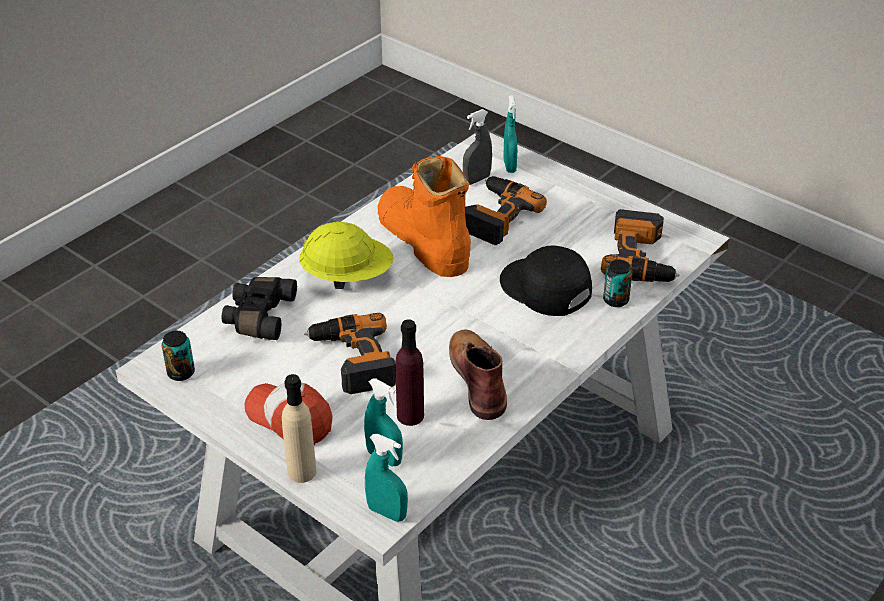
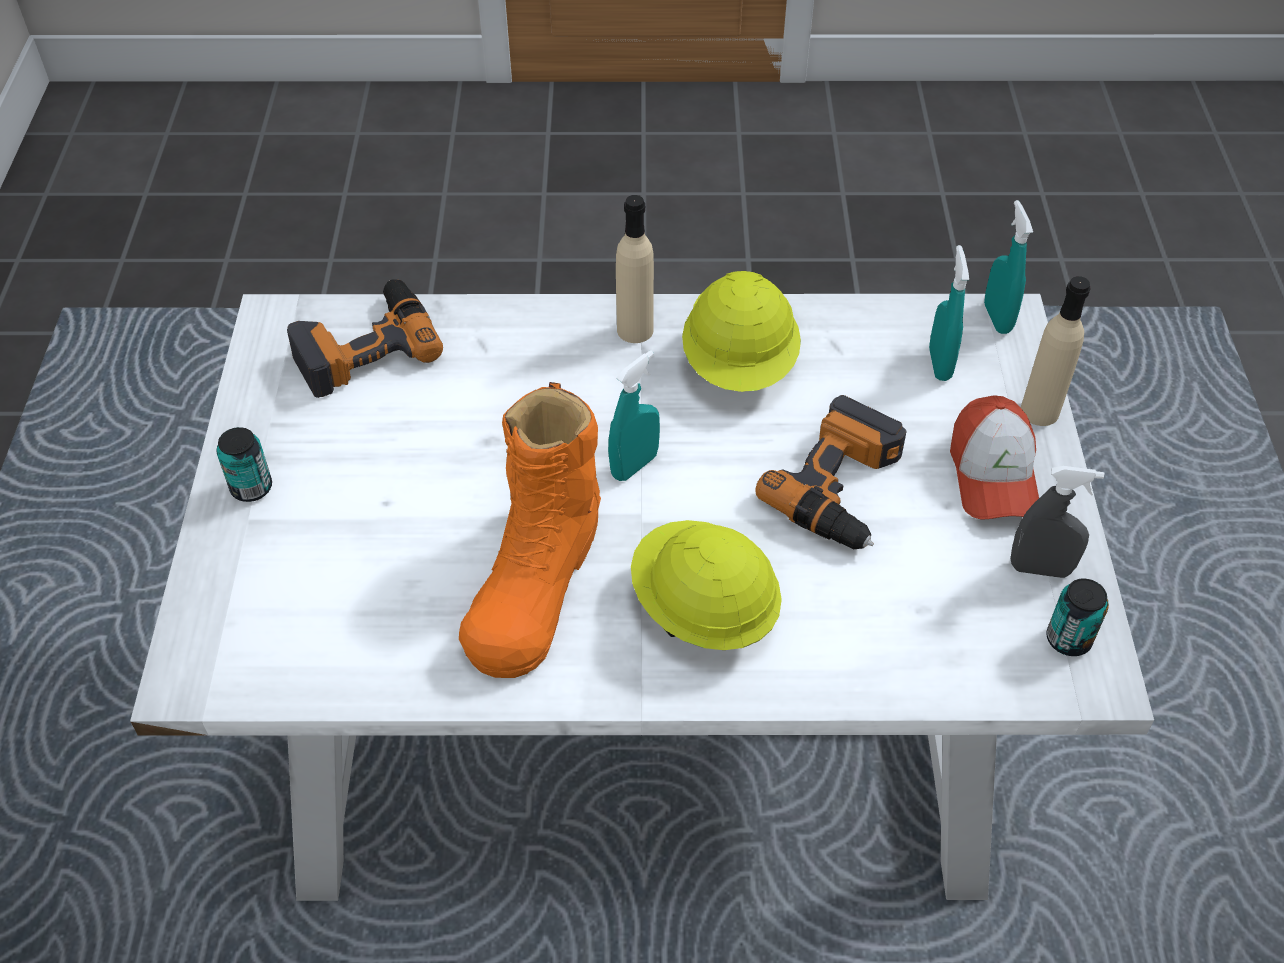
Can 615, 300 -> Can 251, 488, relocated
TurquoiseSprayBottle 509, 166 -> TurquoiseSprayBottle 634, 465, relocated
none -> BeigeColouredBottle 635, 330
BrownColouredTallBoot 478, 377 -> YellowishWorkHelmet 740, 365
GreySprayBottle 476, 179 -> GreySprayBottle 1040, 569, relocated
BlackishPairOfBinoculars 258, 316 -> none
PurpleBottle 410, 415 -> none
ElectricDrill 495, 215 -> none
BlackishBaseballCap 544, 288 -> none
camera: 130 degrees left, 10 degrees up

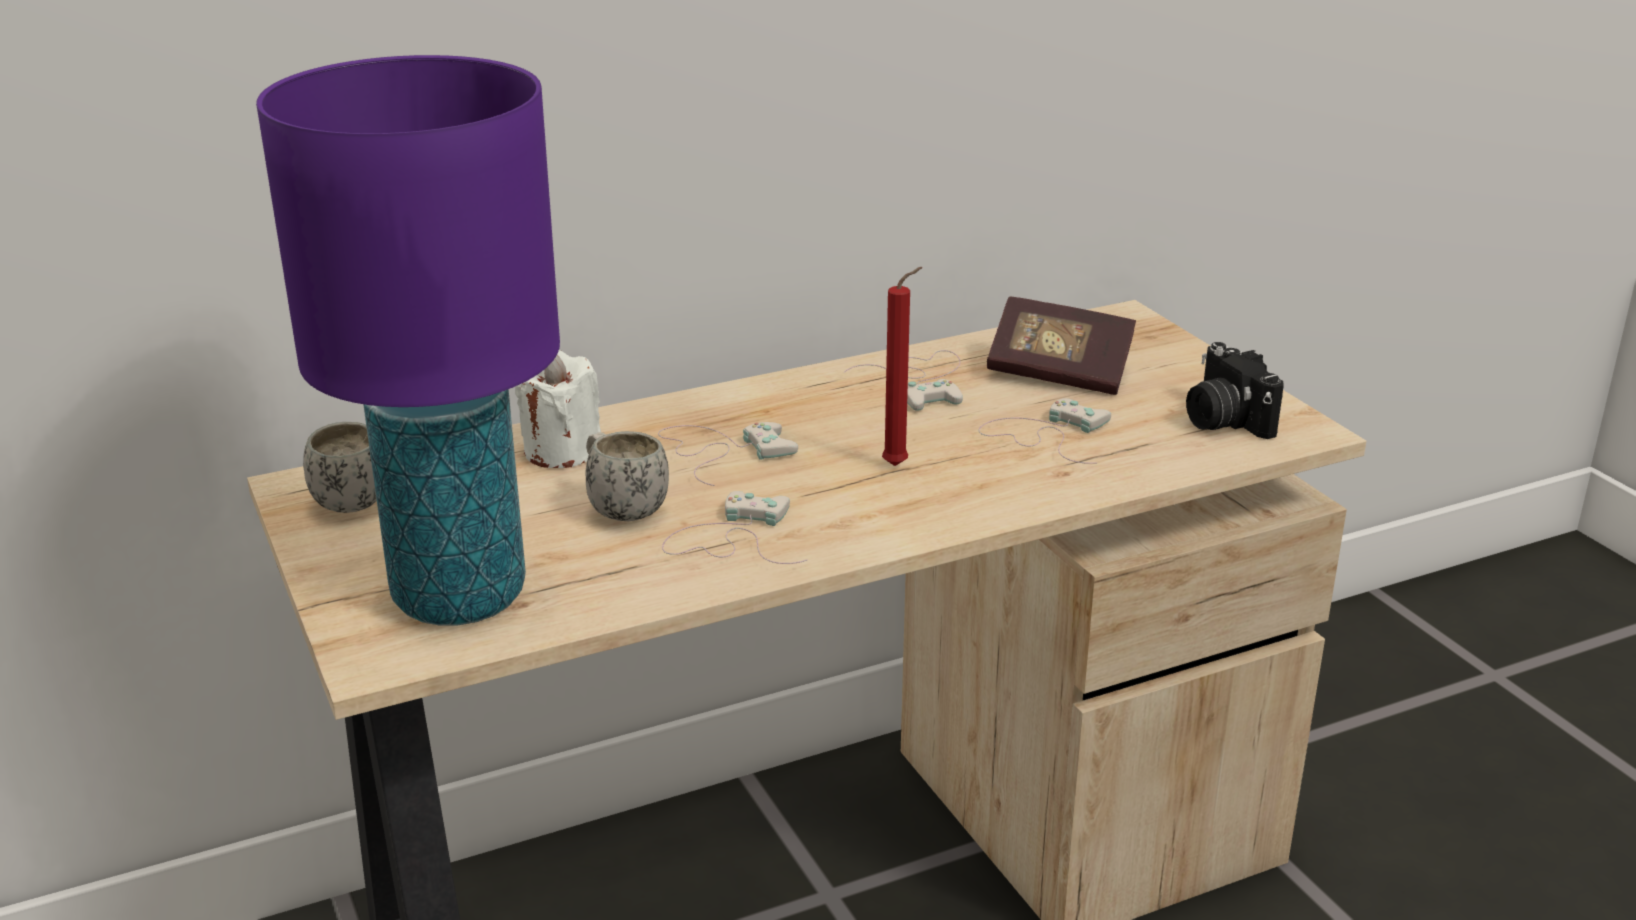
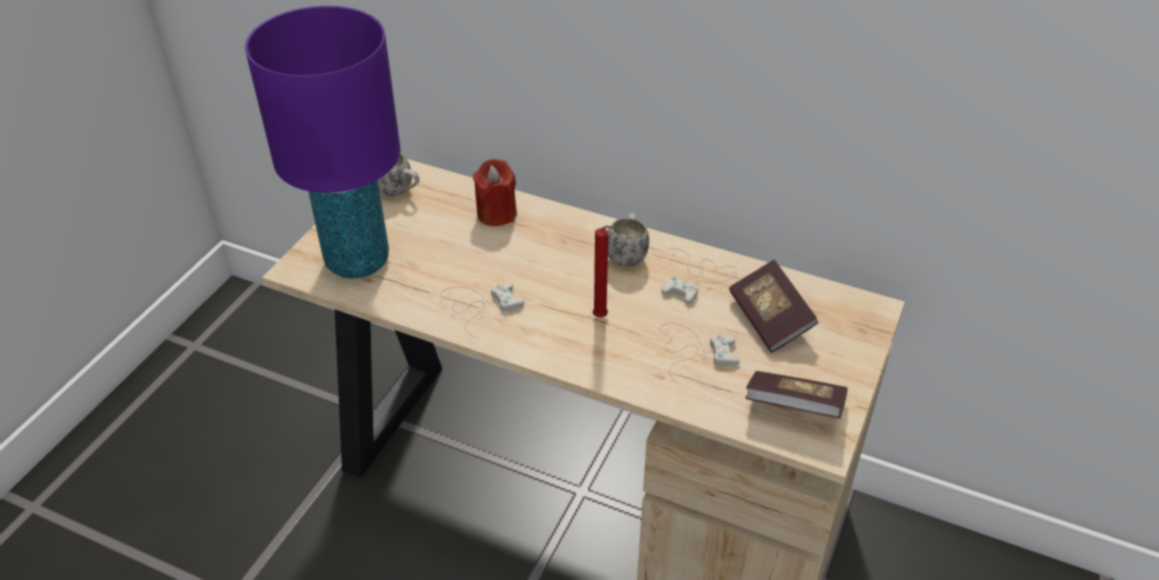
WhitishWaxCandle 561, 451 -> RedWaxCandle 496, 213
WhitishMug 621, 508 -> WhitishMug 627, 254, relocated
StillCamera 1223, 420 -> BoundBook 793, 407
WhitishGamepad 721, 451 -> none
camera: 50 degrees right, 15 degrees up

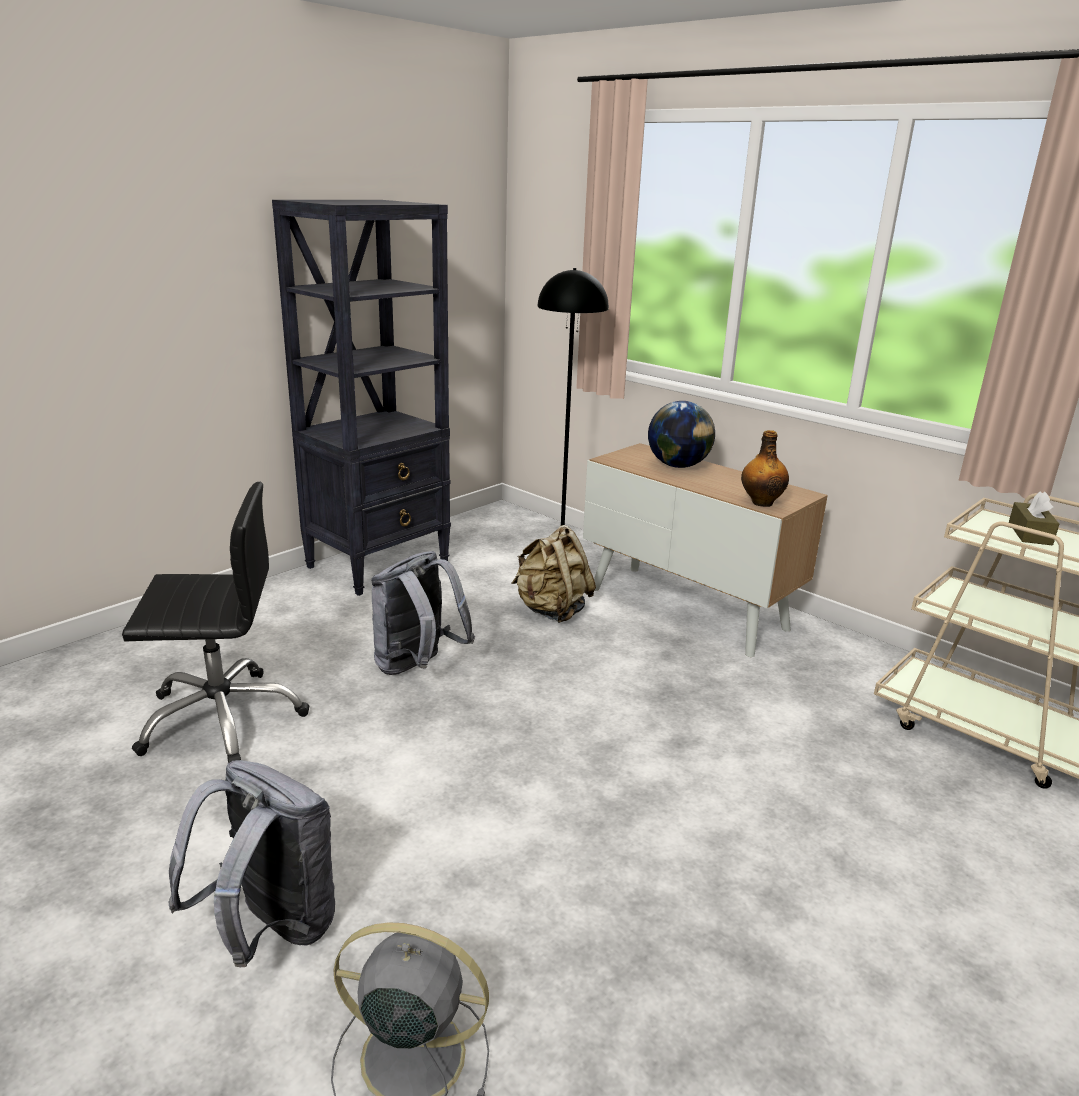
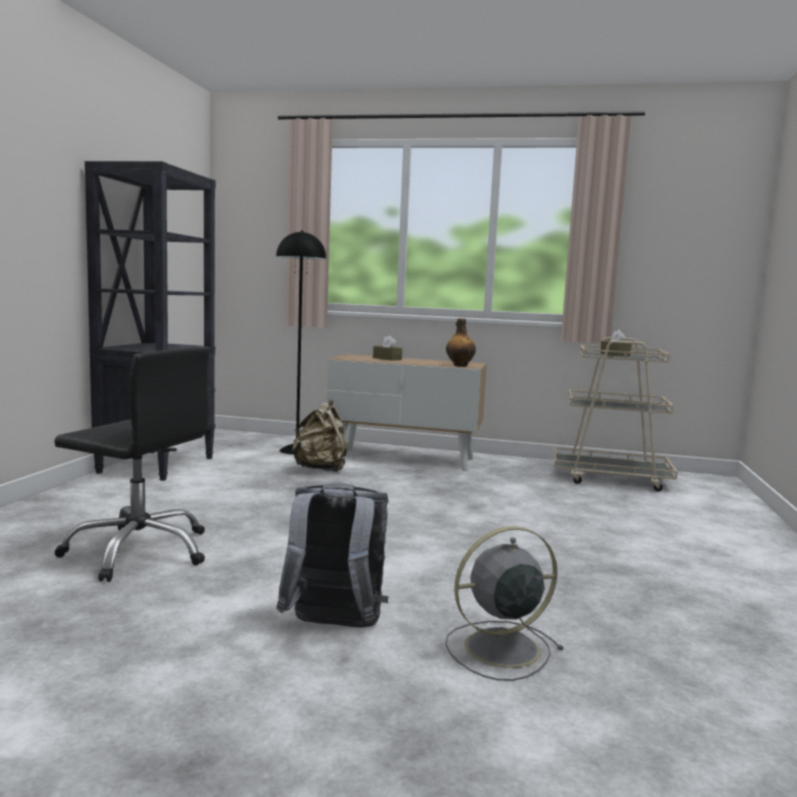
BlackishDeskChair 222, 718 -> BlackishDeskChair 139, 551, 60 degrees clockwise
WorldGlobe 677, 466 -> BrownColouredTissueBox 387, 358
GreyRucksack 417, 667 -> none
camera: 30 degrees left, 15 degrees down

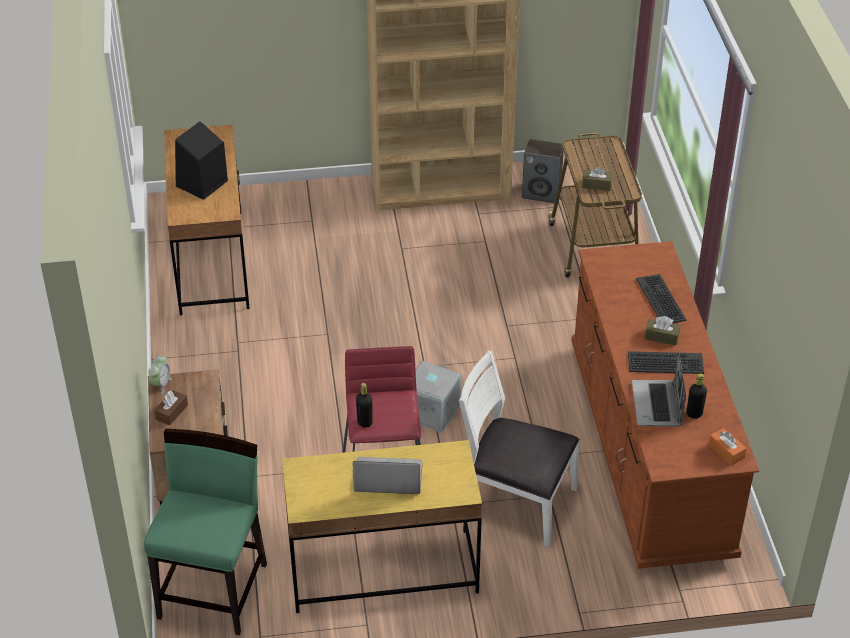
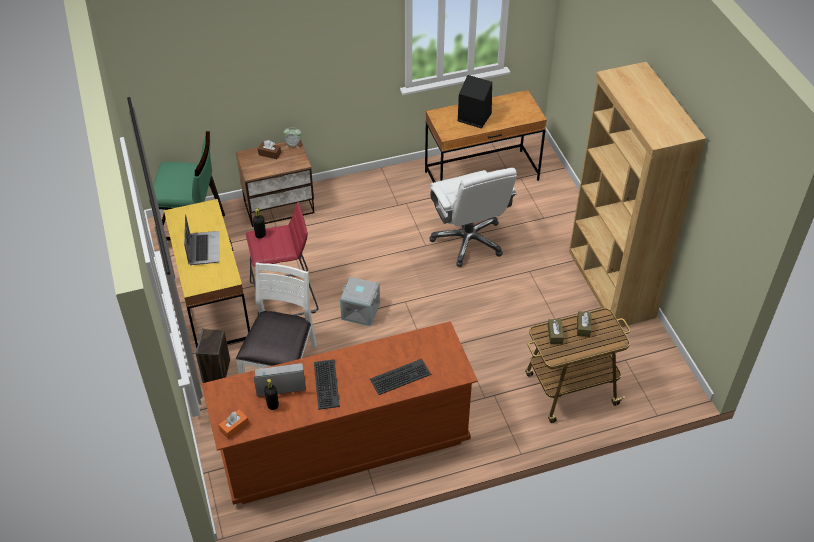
Speaker 542, 193 -> Speaker 216, 371, relocated
none -> WhitishDeskChair 468, 240
BrownColouredTissueBox 661, 337 -> BrownColouredTissueBox 583, 327, relocated
camera: 80 degrees right, 5 degrees up

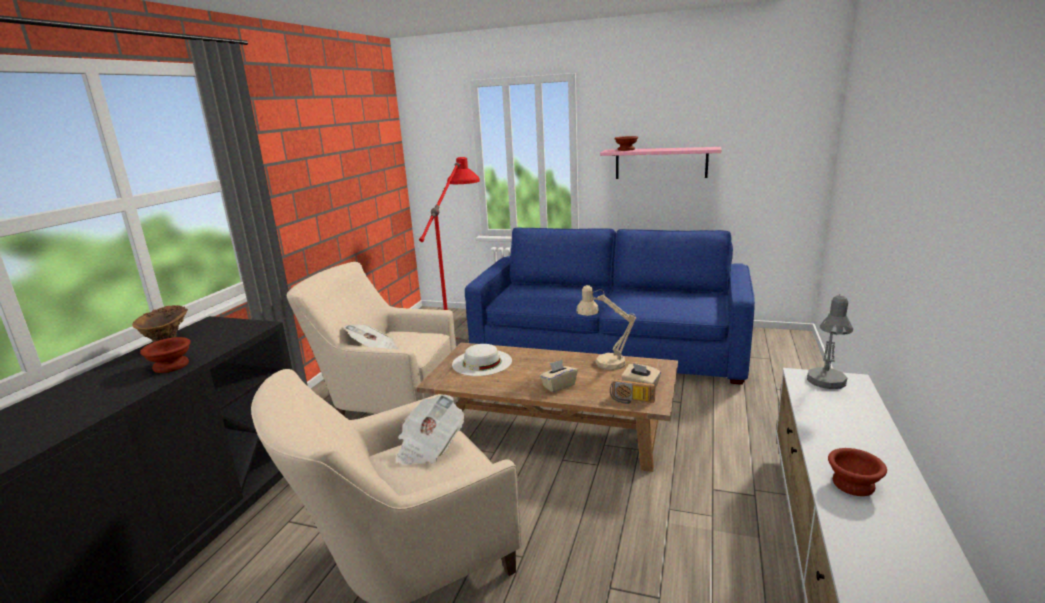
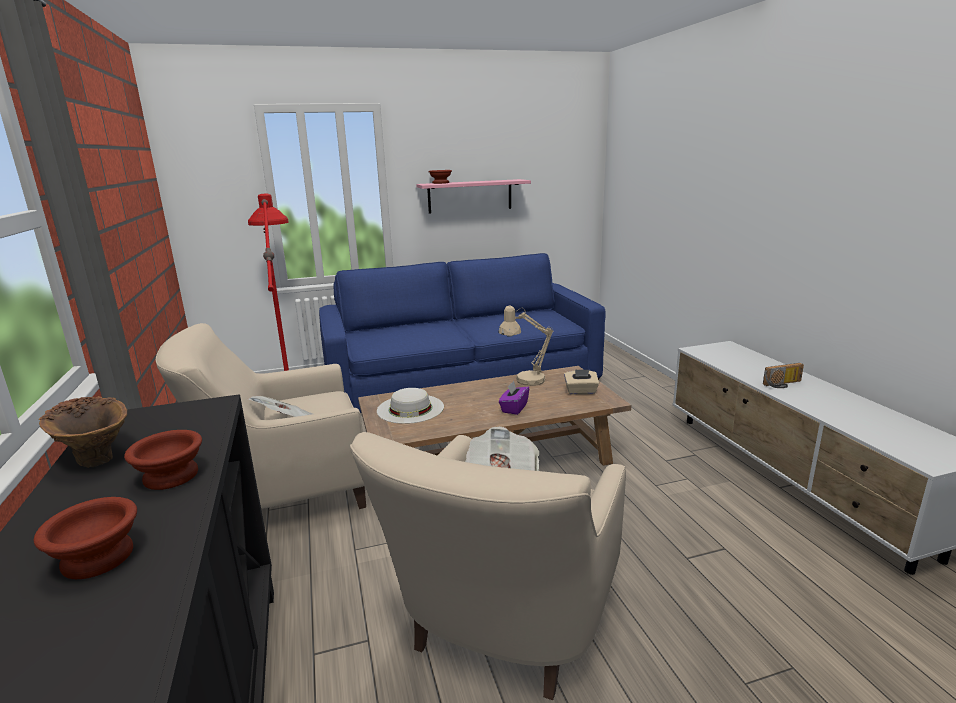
BrownColouredDeepDish 853, 483 -> BrownColouredDeepDish 99, 556, relocated
BeigeColouredTissueBox 558, 386 -> PurpleTissueBox 514, 408
RadioSet 631, 400 -> RadioSet 783, 384, relocated
GreyTabletopLamp 826, 384 -> none
camera: 35 degrees left, 0 degrees up

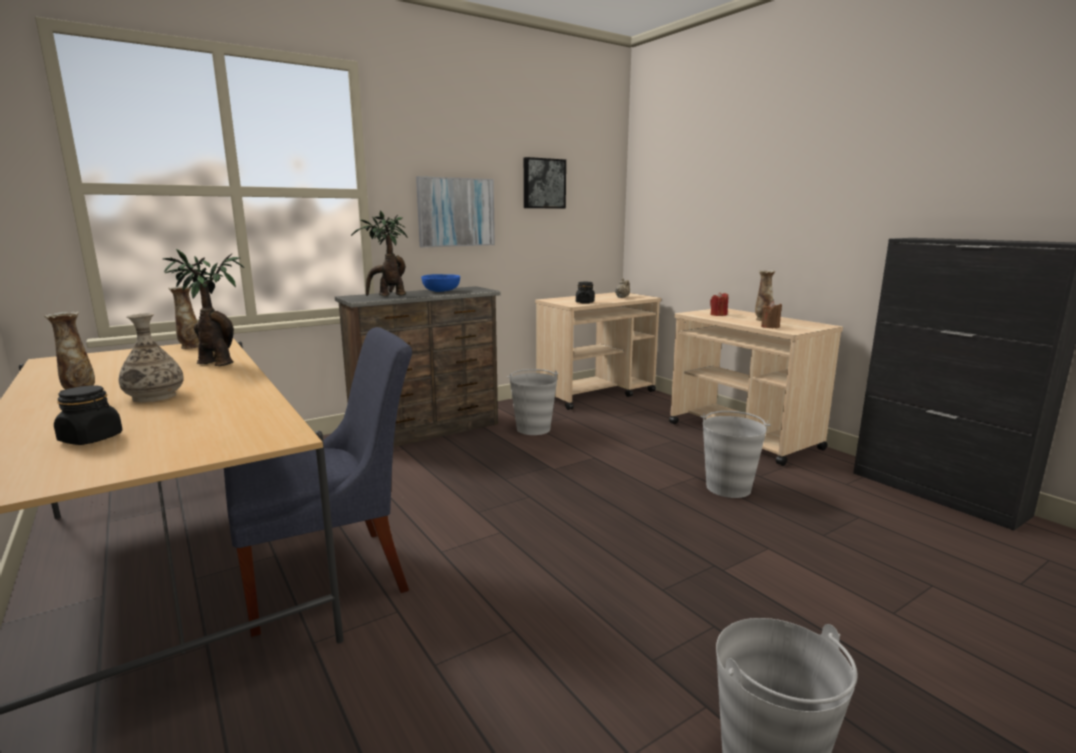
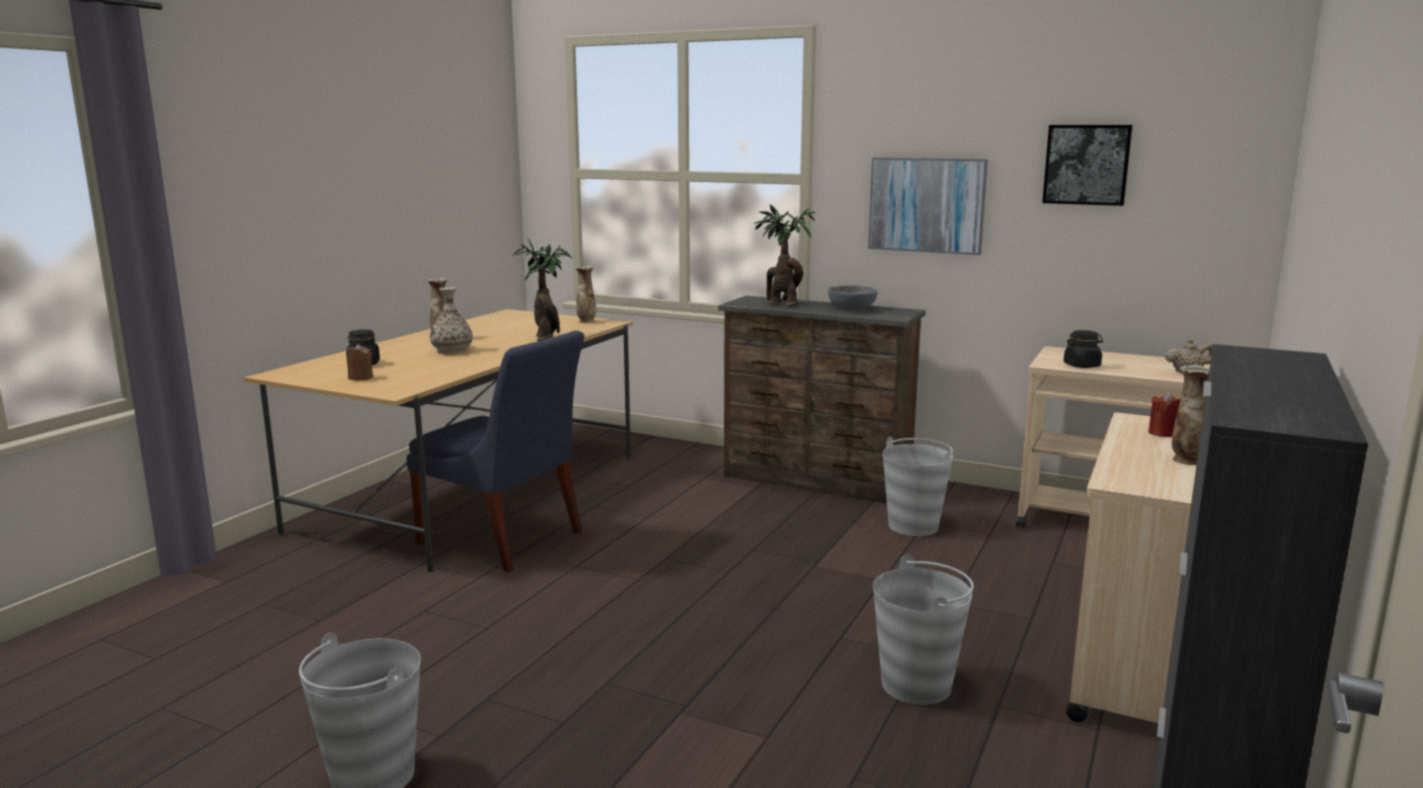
BrownColouredWaxCandle 770, 327 -> BrownColouredWaxCandle 360, 377, relocated
BluishDeepDish 441, 291 -> GreyDeepDish 851, 309
camera: 60 degrees right, 0 degrees up

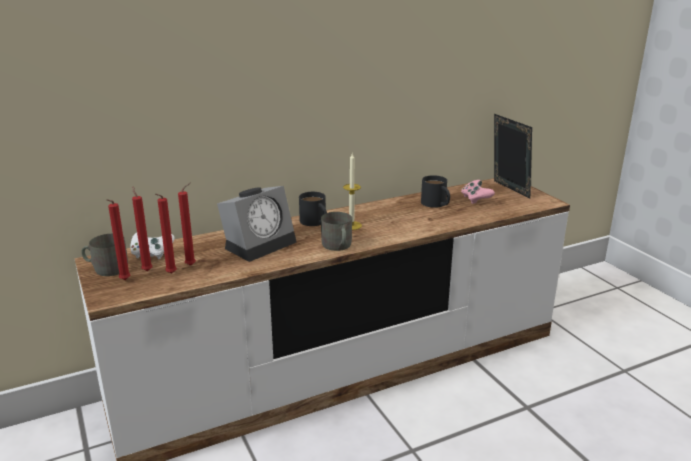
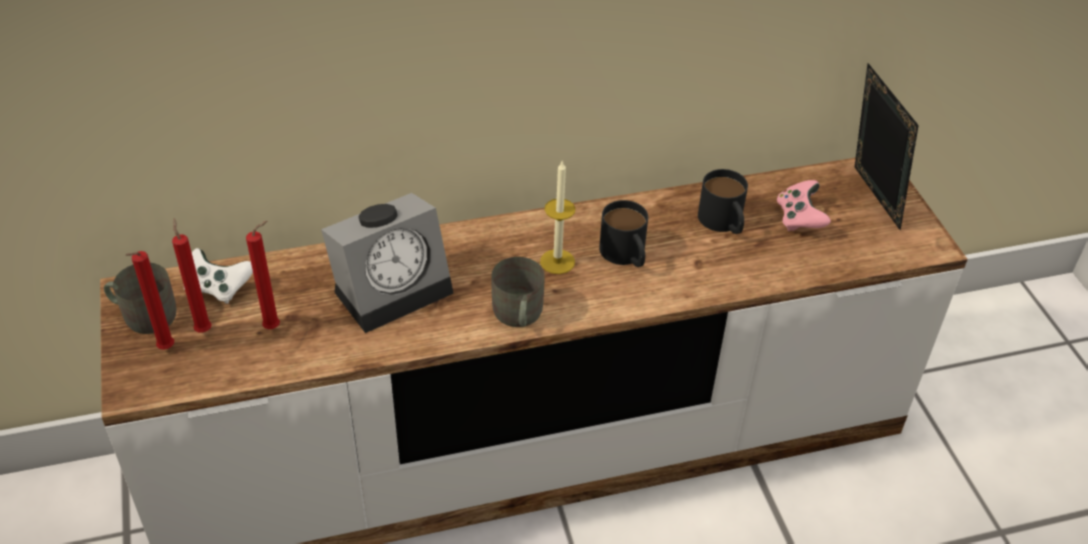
BlackishMug 315, 222 -> BlackishMug 626, 255, relocated
RedWaxCandle 170, 274 -> none
camera: 10 degrees right, 20 degrees up

